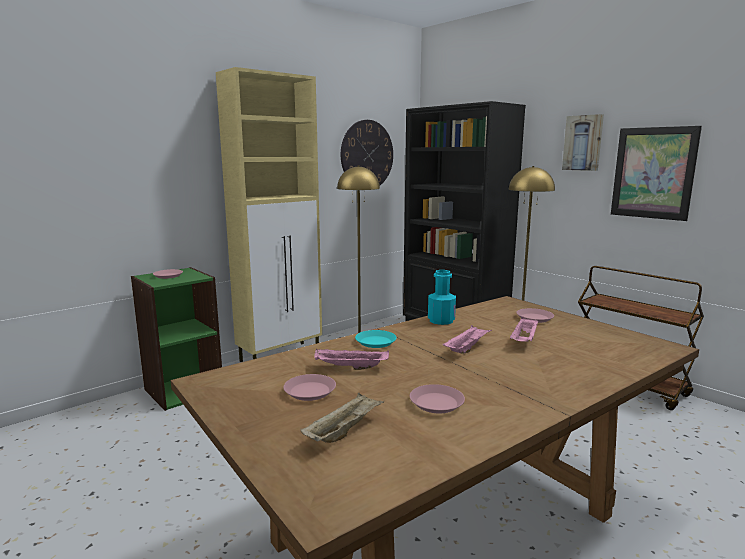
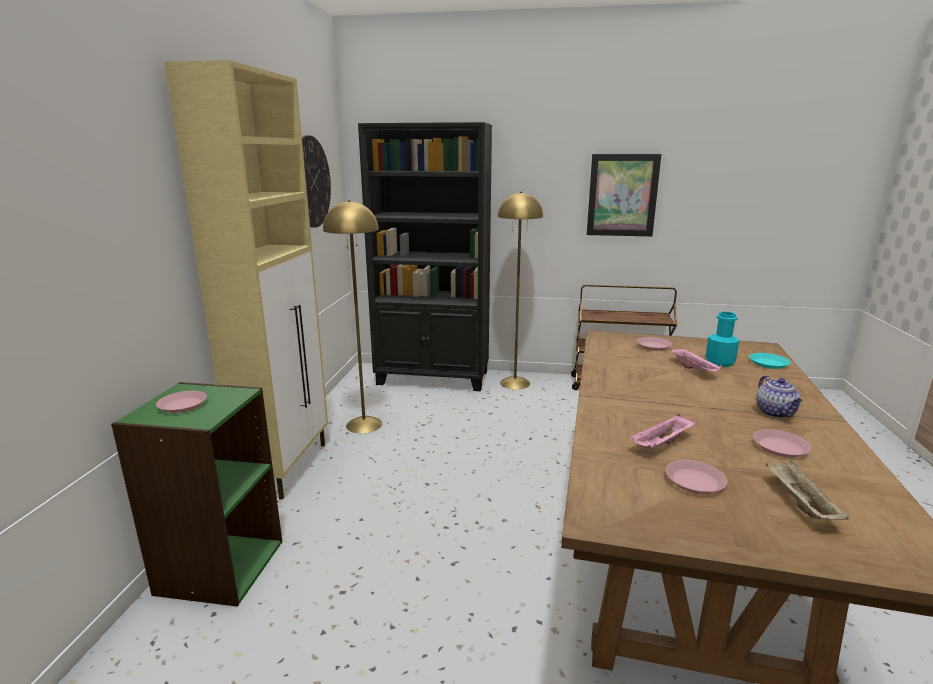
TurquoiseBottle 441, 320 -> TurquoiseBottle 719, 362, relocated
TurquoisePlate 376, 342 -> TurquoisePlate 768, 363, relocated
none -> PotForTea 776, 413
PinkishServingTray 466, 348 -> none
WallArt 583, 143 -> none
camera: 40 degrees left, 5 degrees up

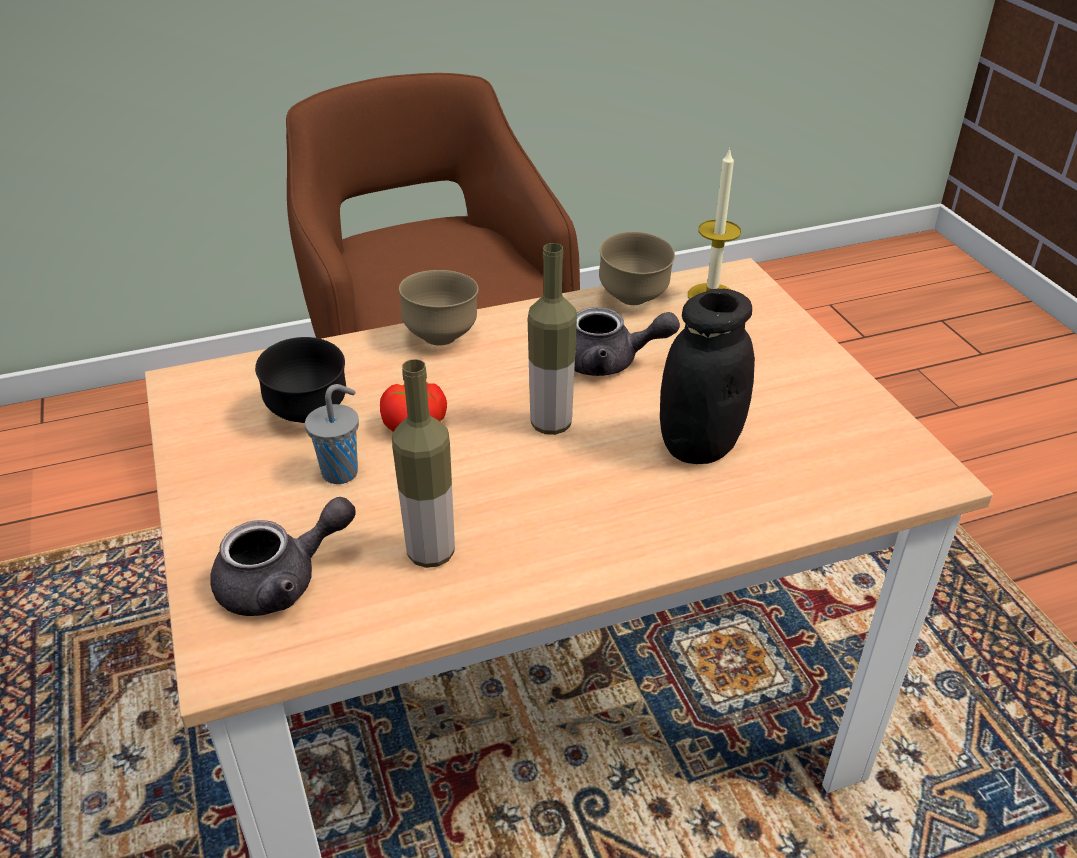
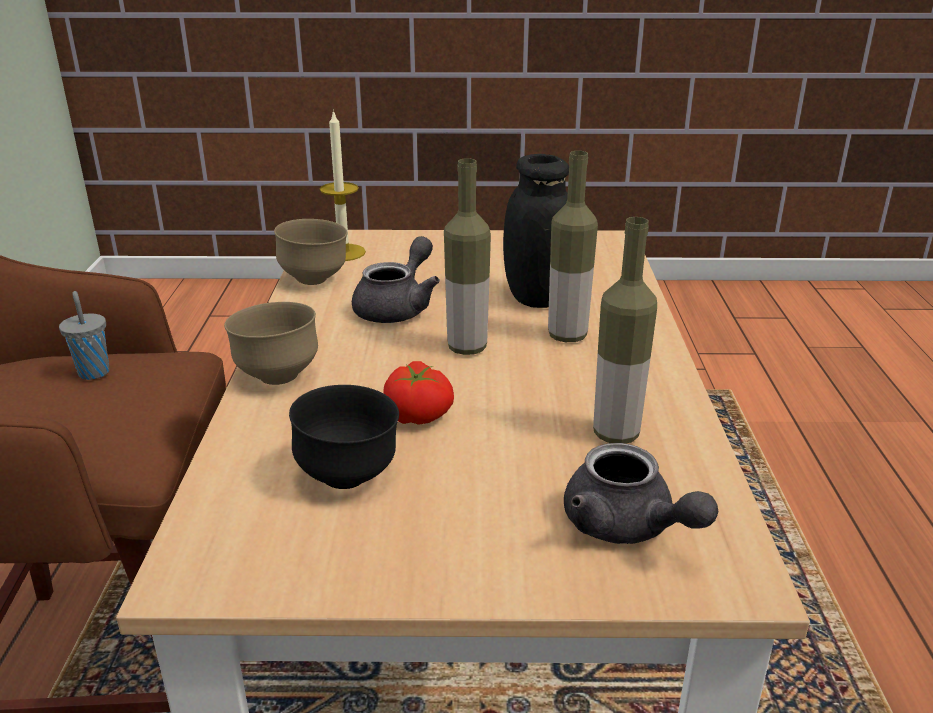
GreyDrinkingCup 342, 472 -> GreyDrinkingCup 93, 372, relocated
none -> Bottle 567, 336
GreyPotForTea 282, 581 -> GreyPotForTea 627, 527, 150 degrees clockwise
camera: 70 degrees left, 10 degrees down

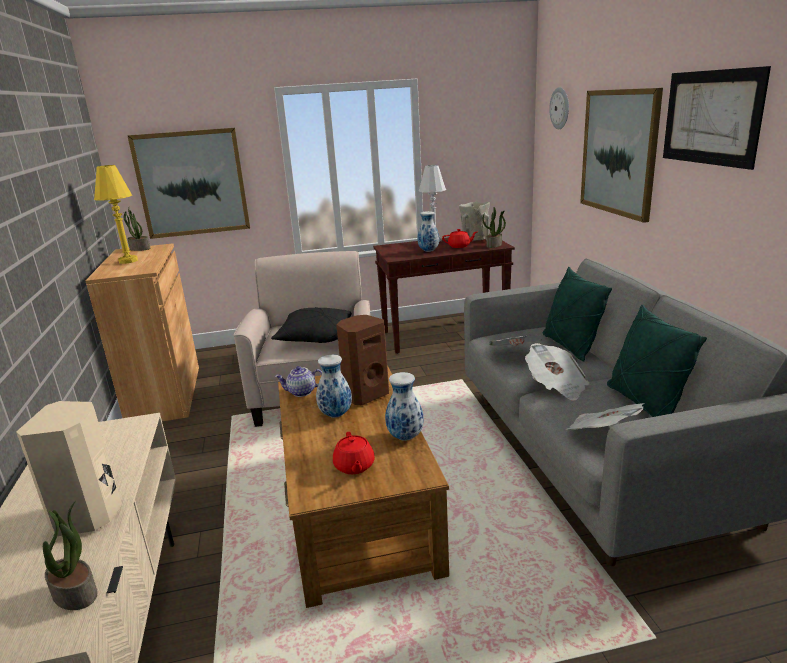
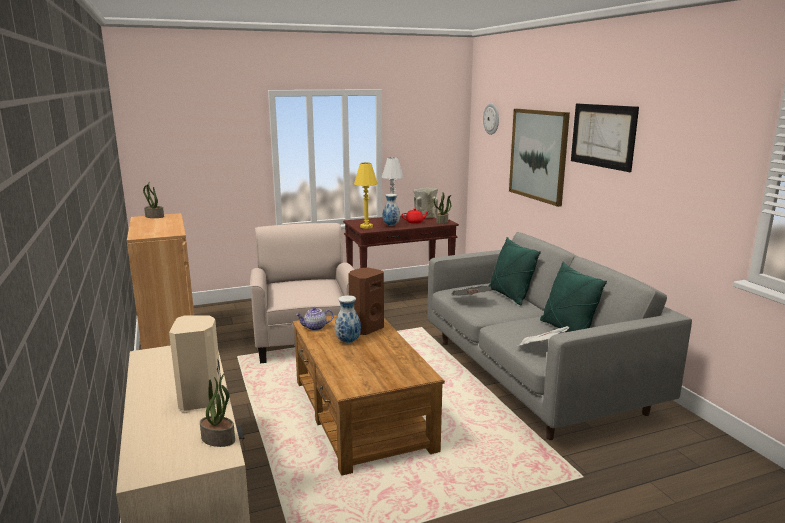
YellowishTabletopLamp 128, 261 -> YellowishTabletopLamp 366, 227, relocated
WallArt 192, 183 -> none
BlackishCushion 315, 337 -> none
RedPotForTea 354, 466 -> none
DecorativeVase 406, 437 -> none
PrintedPaper 556, 386 -> none
camera: 10 degrees left, 5 degrees down

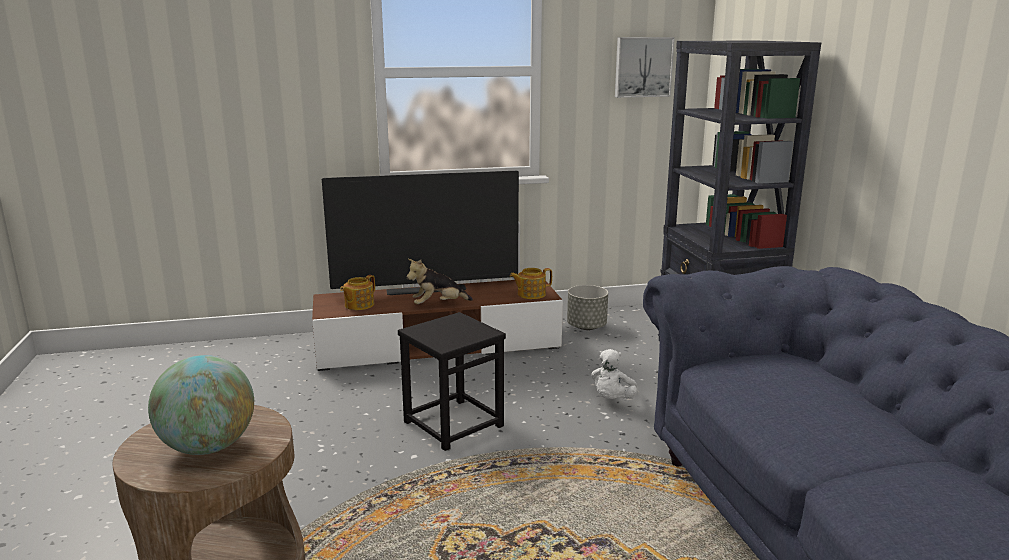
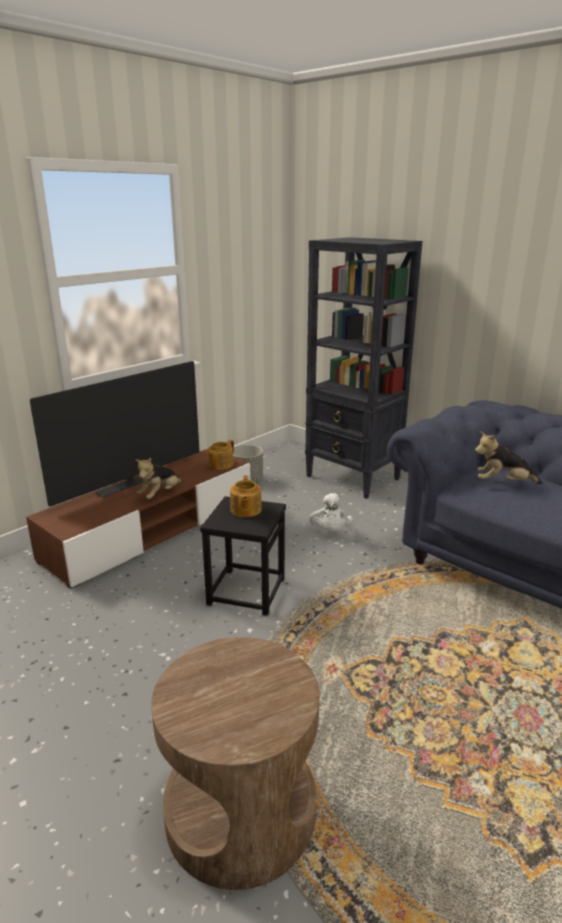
PotForTea 358, 305 -> PotForTea 245, 510, relocated
none -> SoftToy 503, 483
WorldGlobe 208, 447 -> none
WallArt 643, 67 -> none
camera: 35 degrees left, 5 degrees up

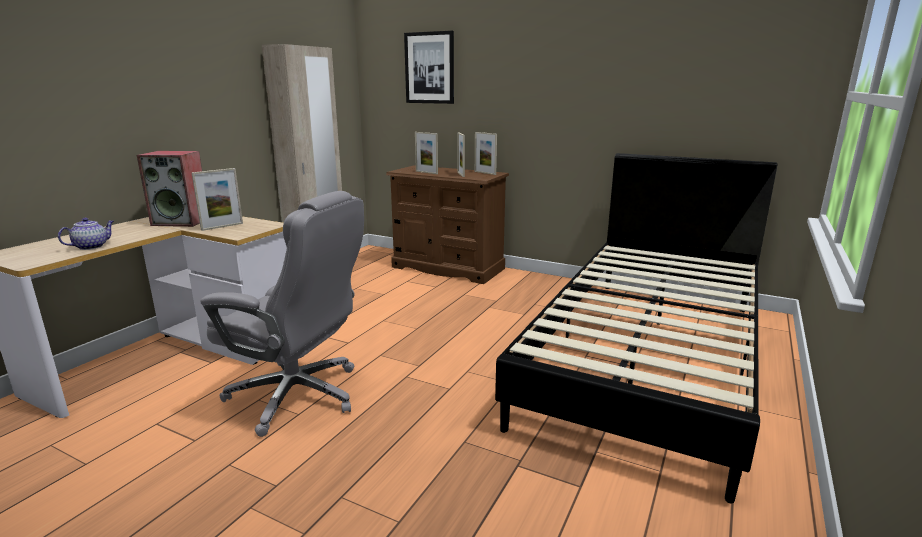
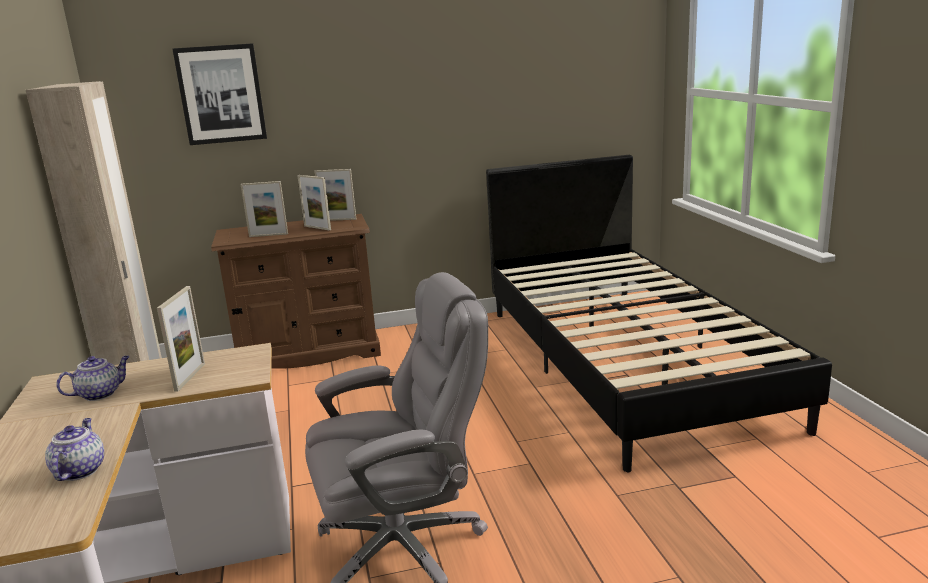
Speaker 182, 222 -> PotForTea 100, 394
camera: 40 degrees left, 0 degrees up

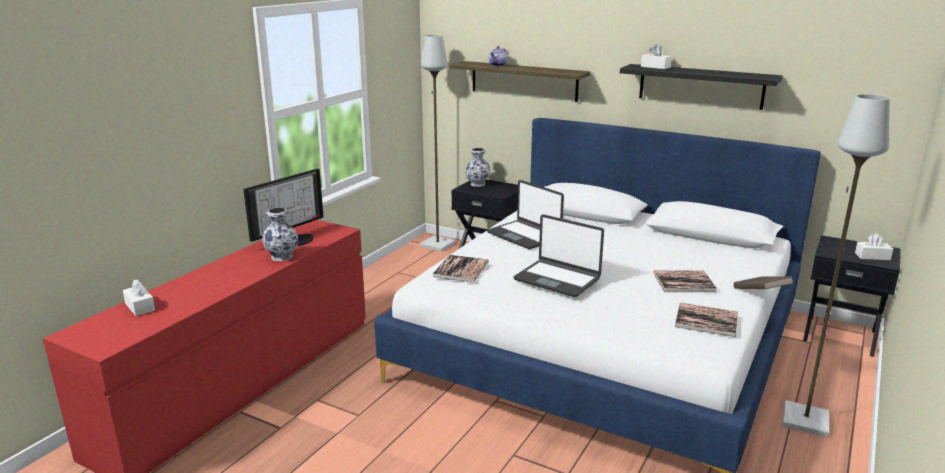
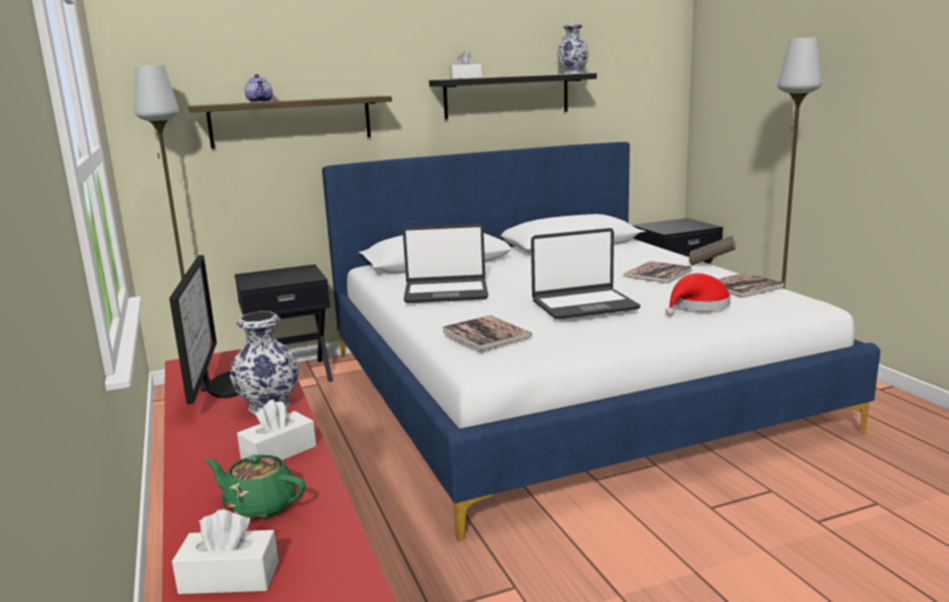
none -> GreenPotForTea 259, 506
WhitishTissueBox 872, 256 -> WhitishTissueBox 279, 452, relocated
DecorativeVase 478, 184 -> DecorativeVase 573, 73, relocated
none -> RedClothingHat 698, 306
camera: 50 degrees left, 5 degrees down

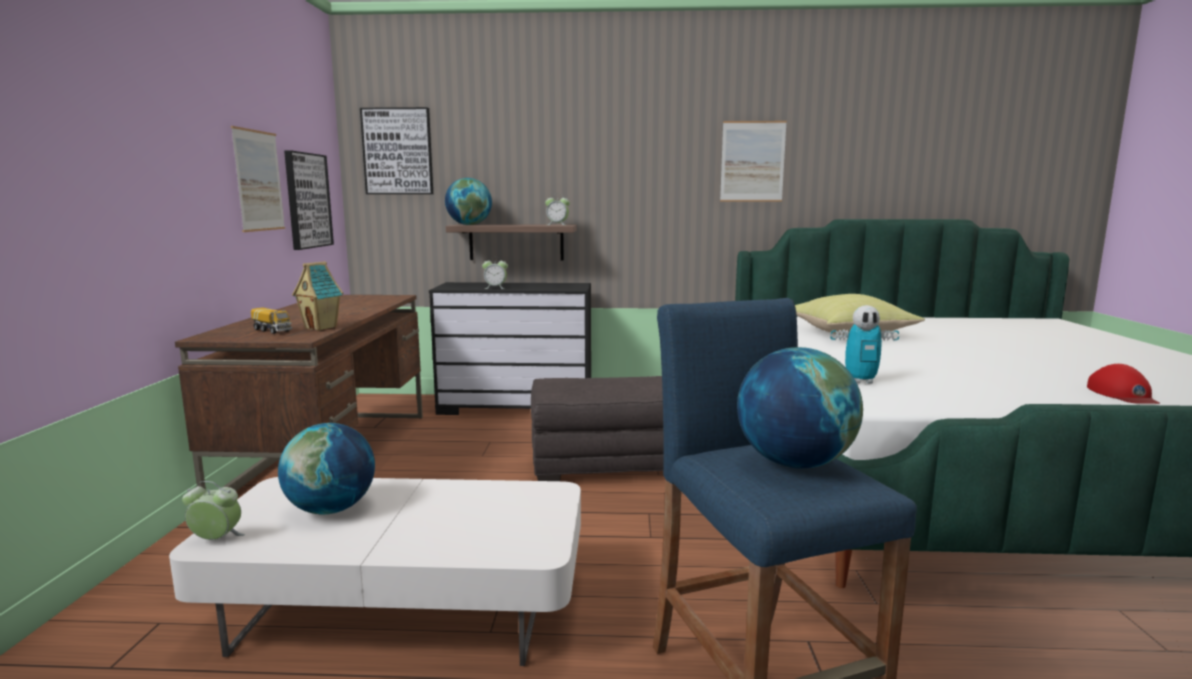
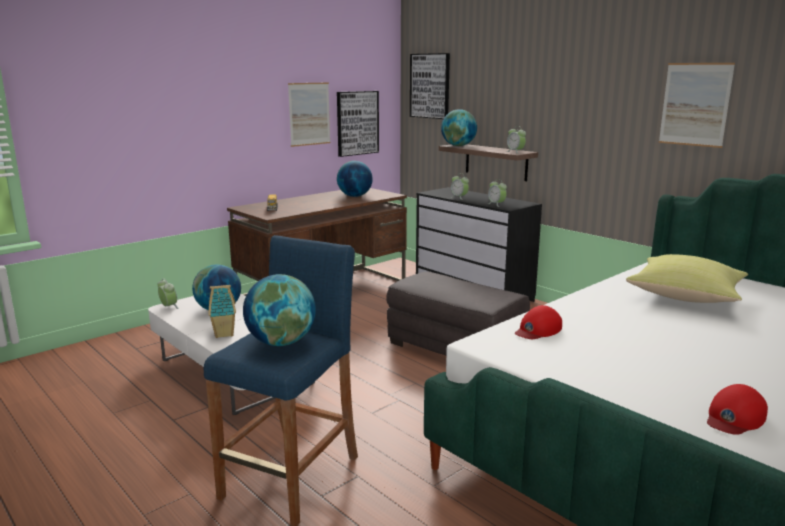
MiniatureHouse 321, 327 -> MiniatureHouse 225, 334, relocated
none -> WorldGlobe 354, 196
none -> AlarmClock 496, 204
RobotFigure 860, 381 -> RedBaseballCap 537, 330
camera: 45 degrees right, 5 degrees up

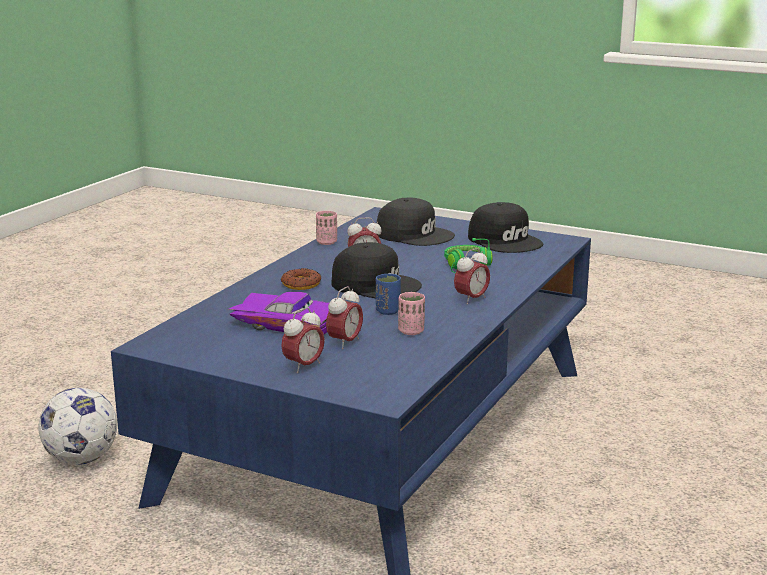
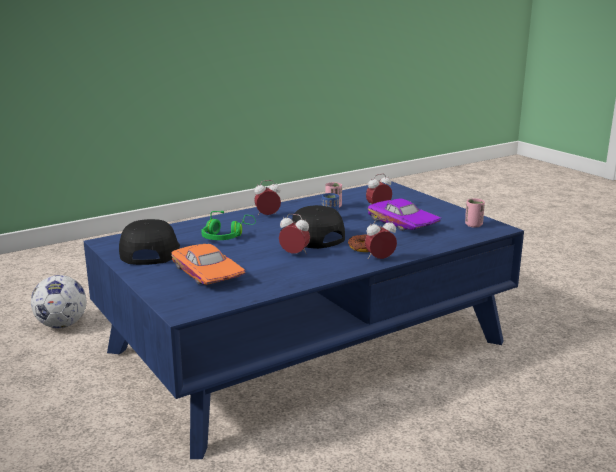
FootballBall 82, 459 -> FootballBall 61, 325, relocated
BlackishBaseballCap 414, 234 -> OrangeColouredModelCar 205, 274
AlarmClock 303, 366 -> AlarmClock 380, 259, relocated
PinkishDrinkingCup 326, 242 -> PinkishDrinkingCup 473, 225, relocated
camera: 150 degrees left, 0 degrees up

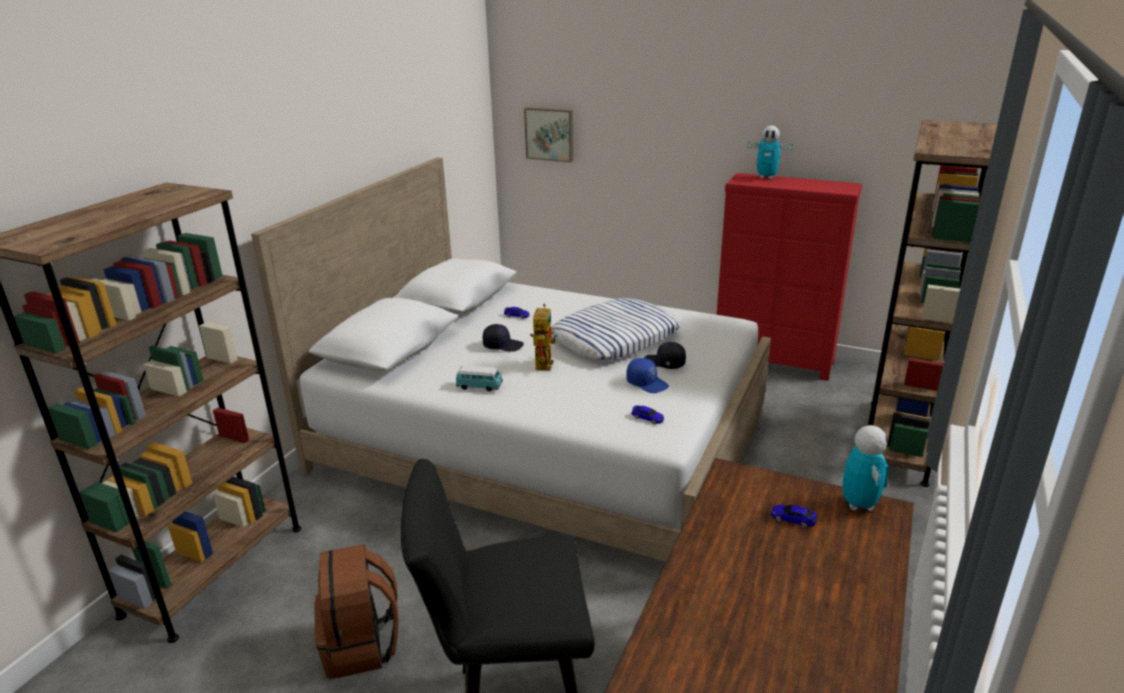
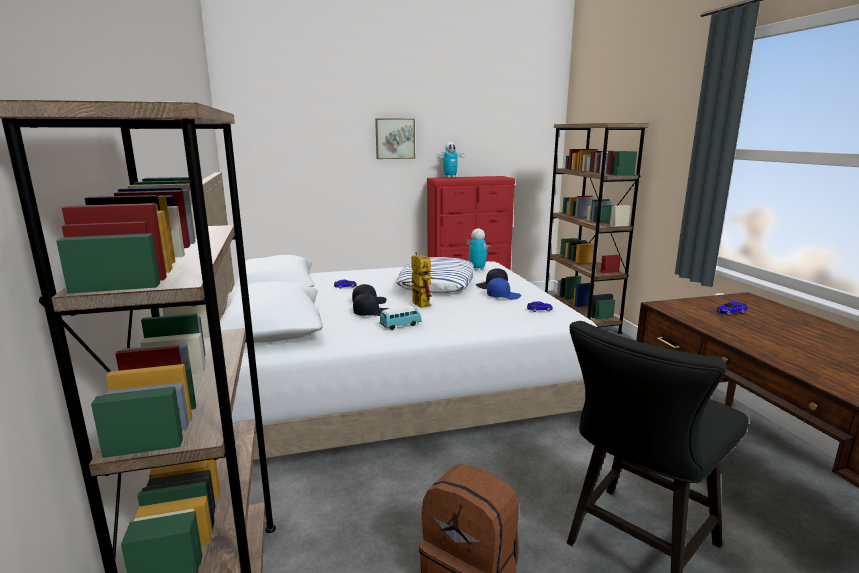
none -> BlackishBaseballCap 371, 313
WallArt 550, 134 -> WallArt 395, 138, relocated
RobotFigure 859, 504 -> RobotFigure 477, 269, relocated
camera: 40 degrees left, 10 degrees down

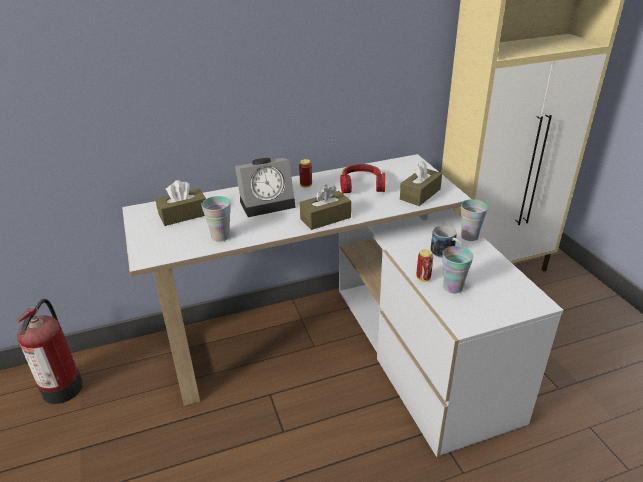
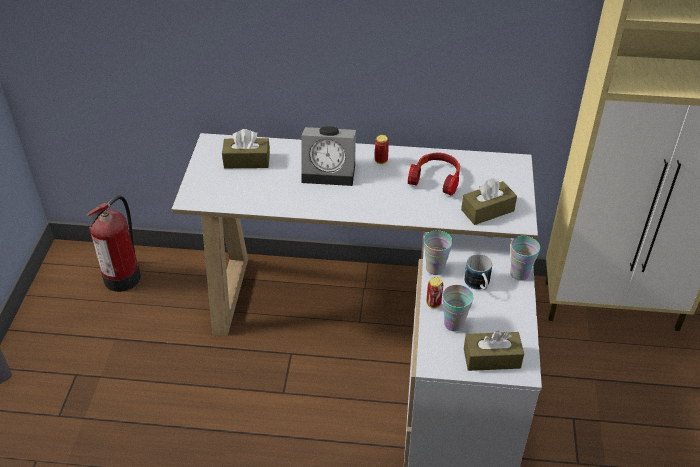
DrinkingCup 220, 236 -> DrinkingCup 435, 268, relocated
BrownColouredTissueBox 325, 218 -> BrownColouredTissueBox 491, 358, relocated
camera: 25 degrees right, 10 degrees up

